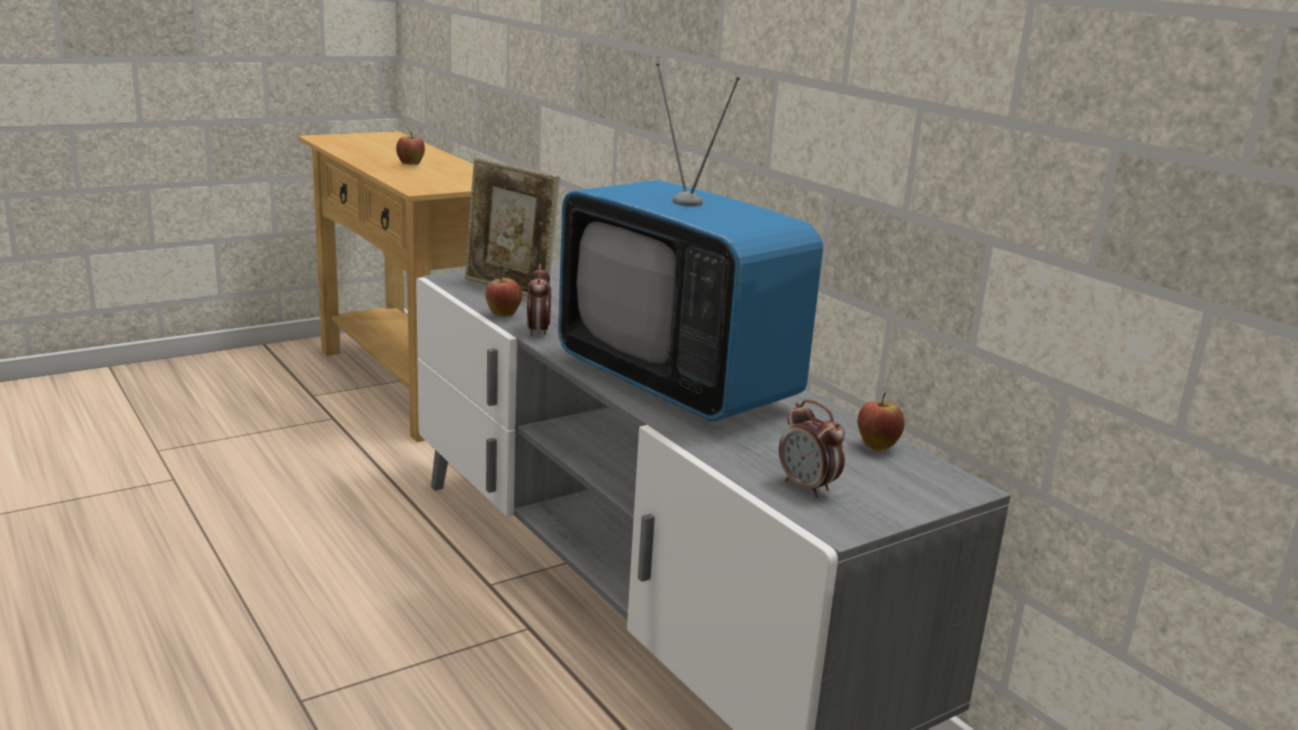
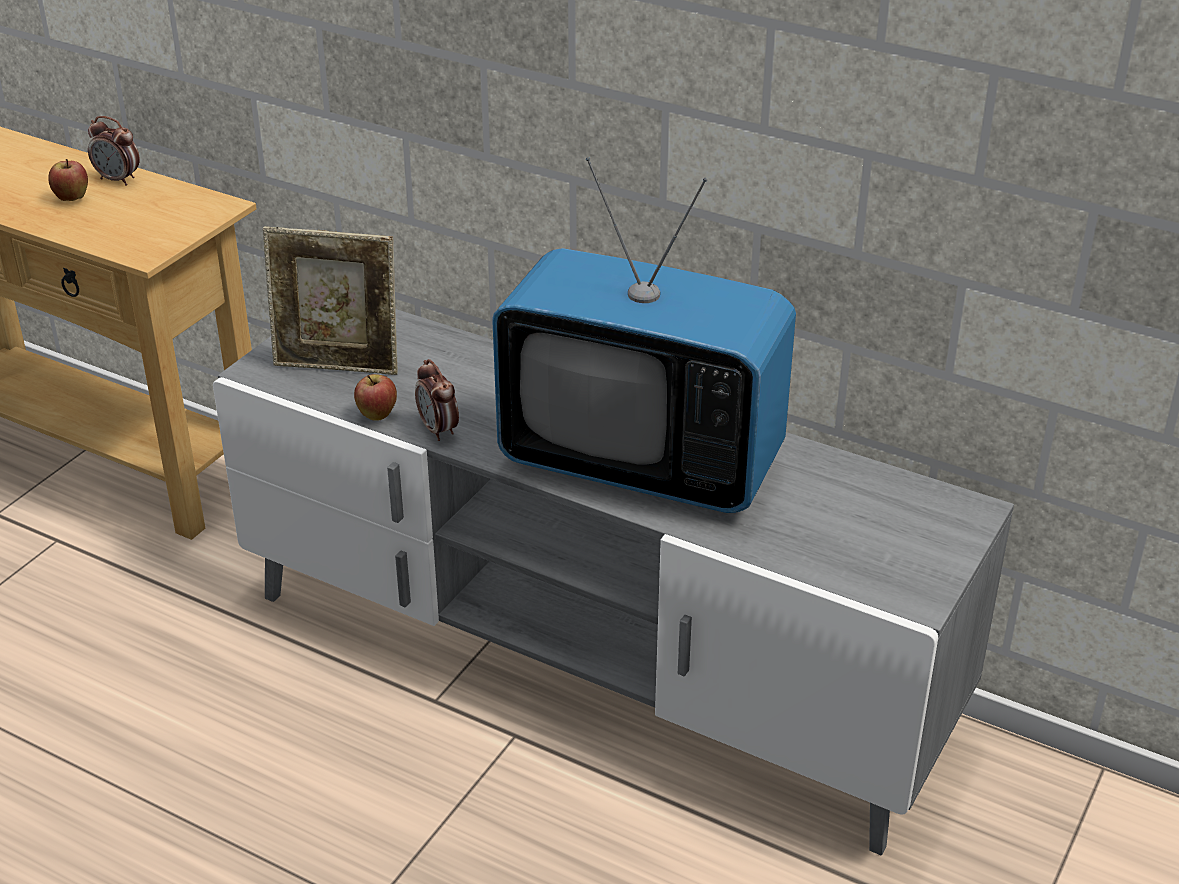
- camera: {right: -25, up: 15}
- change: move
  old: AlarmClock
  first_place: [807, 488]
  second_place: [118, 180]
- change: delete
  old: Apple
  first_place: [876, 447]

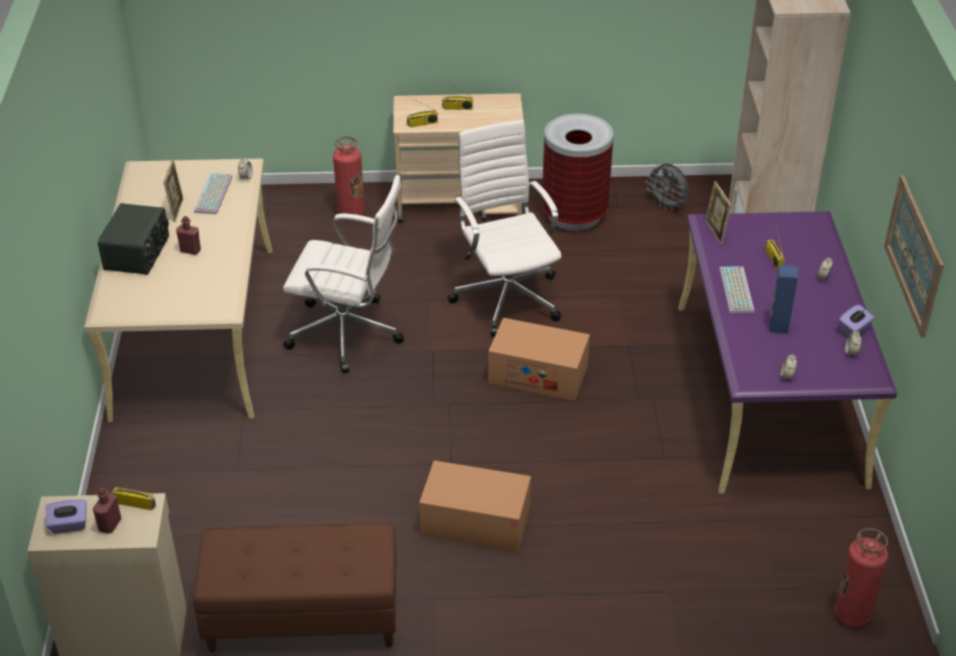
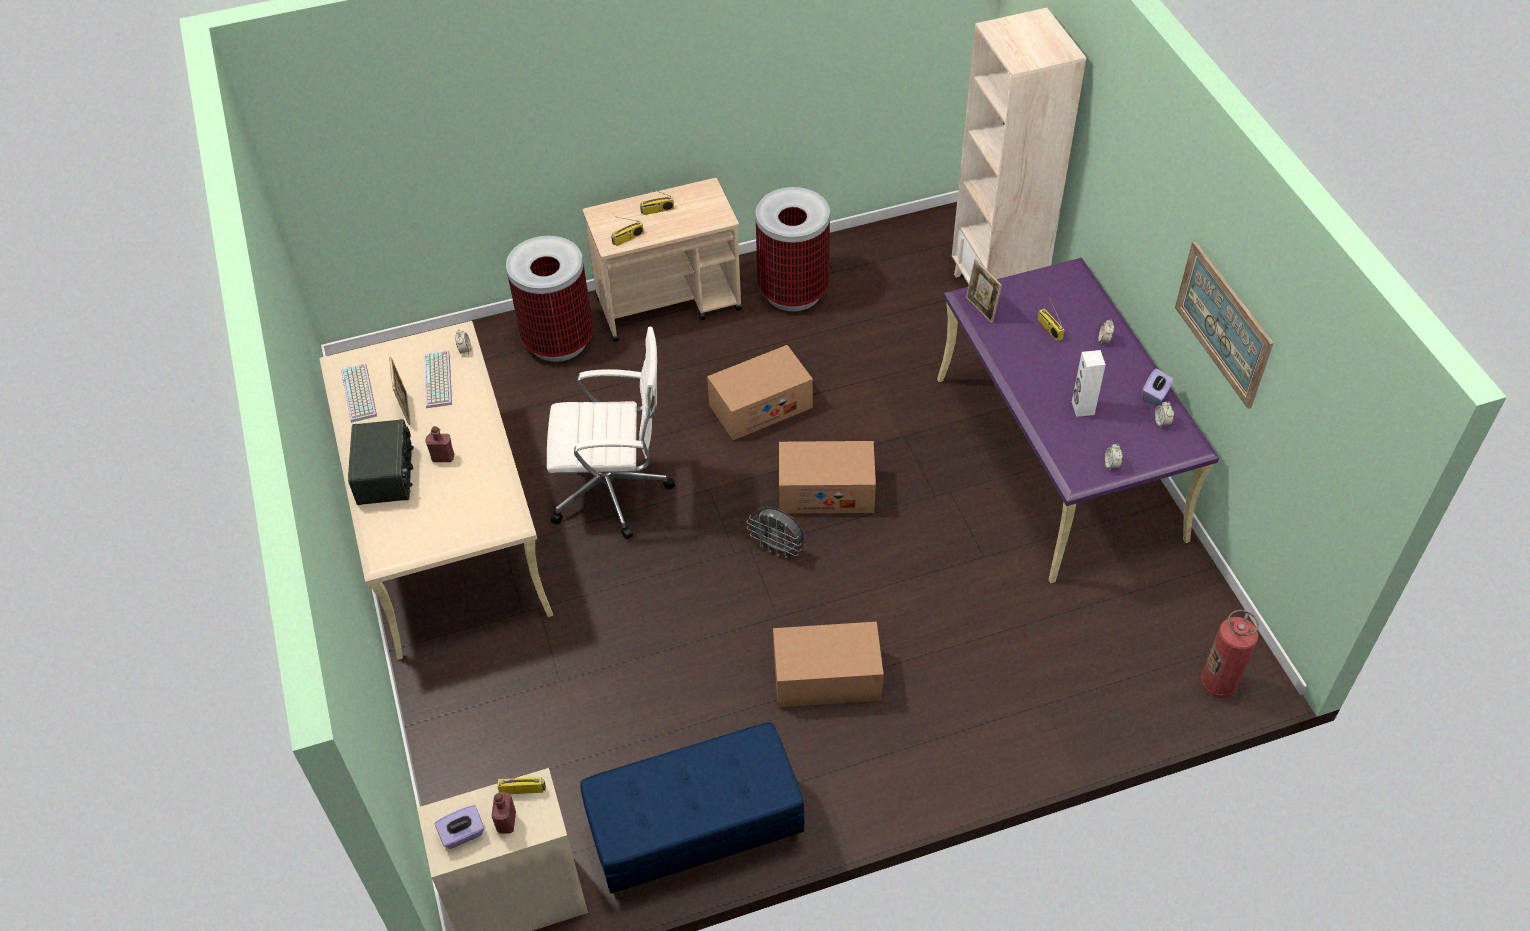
- camera: {right: -15, up: 10}
- change: recolor
  old: BrownBench
  new: BlueBench
  first_place: [301, 618]
  second_place: [695, 834]
- change: replace
  old: FireExtinguisher
  new: TrashCan
  first_place: [351, 212]
  second_place: [558, 340]
- change: replace
  old: WhiteOfficeChair
  new: CardboardBox
  first_place: [507, 296]
  second_place: [760, 406]
- change: move
  old: GreyFan
  first_place: [667, 205]
  second_place: [778, 548]
- change: move
  old: Keyboard
  first_place: [738, 291]
  second_place: [360, 393]
- change: recolor
  old: BlueSpeaker
  new: WhiteSpeaker
  first_place: [778, 326]
  second_place: [1082, 408]

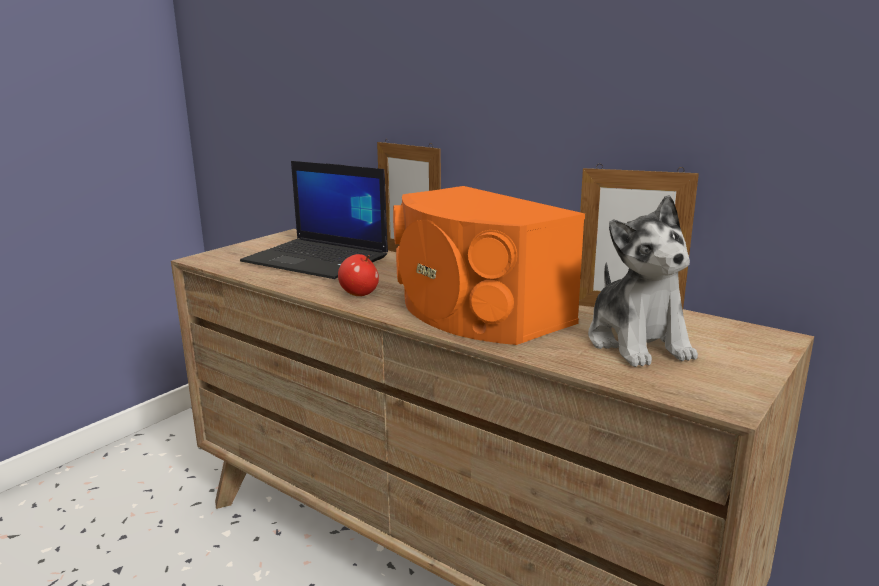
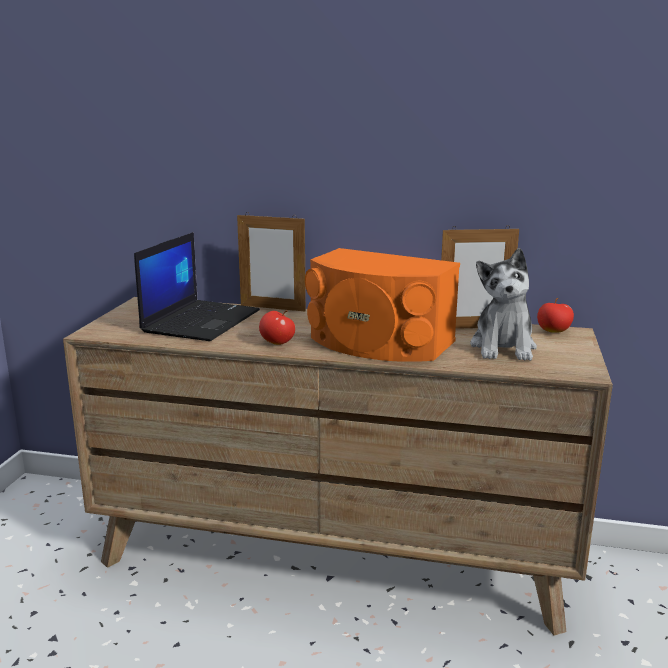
- camera: {right: -25, up: 0}
- change: rotate
  old: Laptop
  first_place: [318, 259]
  second_place: [201, 321]
  degrees: -75
- change: rotate
  old: PlushToy
  first_place: [638, 342]
  second_place: [503, 347]
  degrees: 45
- change: insert
  new: Apple
  second_place: [553, 331]

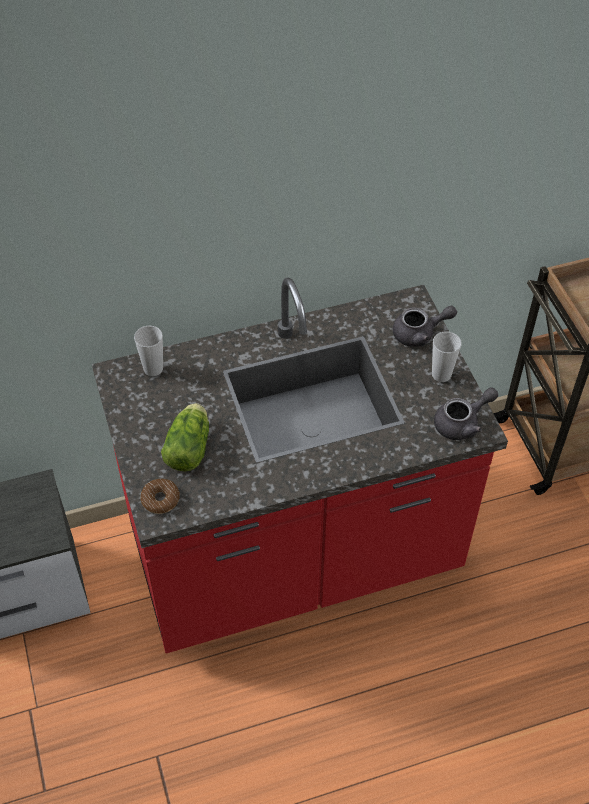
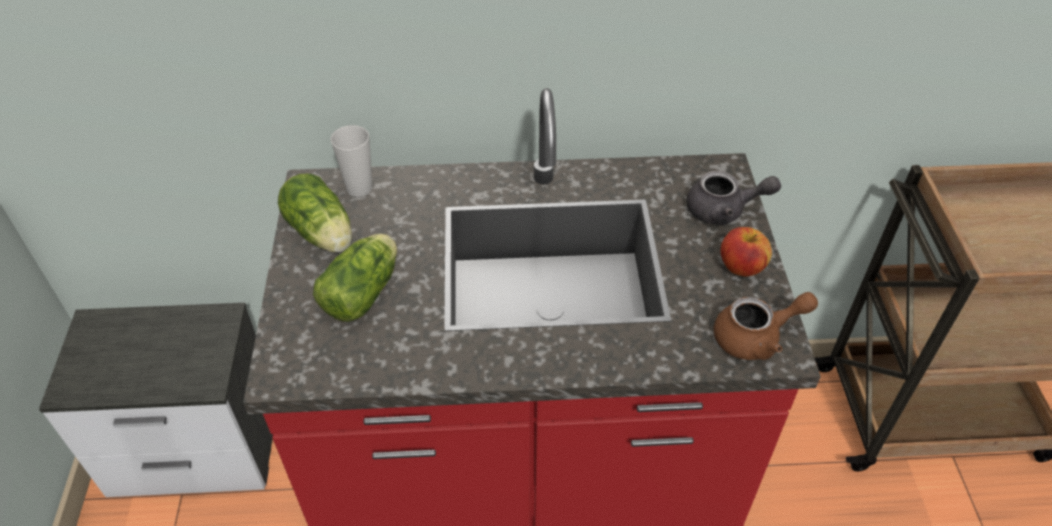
- camera: {right: 15, up: -5}
- change: delete
  old: Donut
  first_place: [160, 499]
- change: replace
  old: Cup
  new: Apple
  first_place: [441, 374]
  second_place: [741, 267]
- change: recolor
  old: GreyTeapot
  new: BrownTeapot
  first_place: [462, 423]
  second_place: [756, 338]
- change: insert
  new: Lettuce
  second_place: [323, 234]

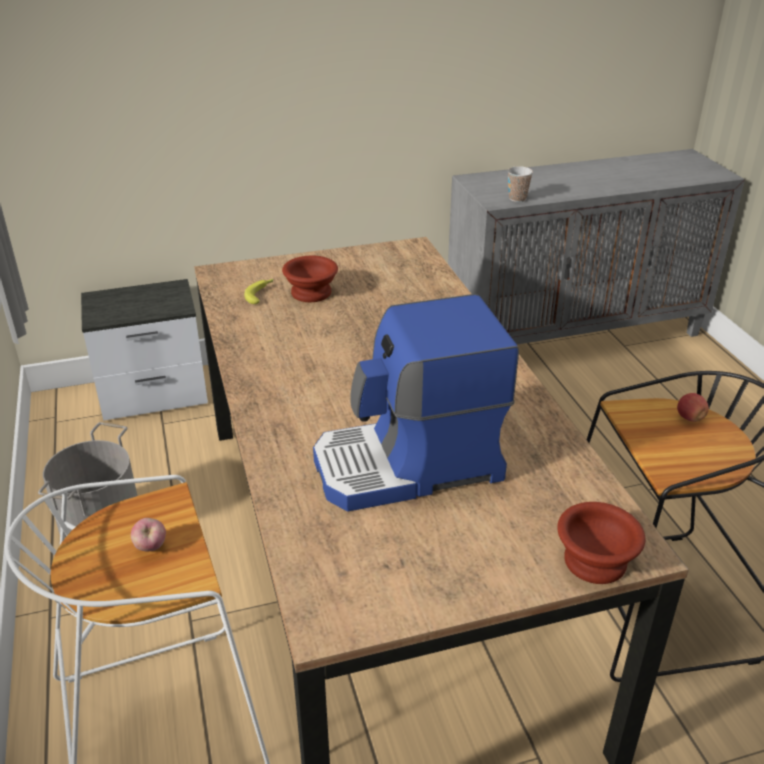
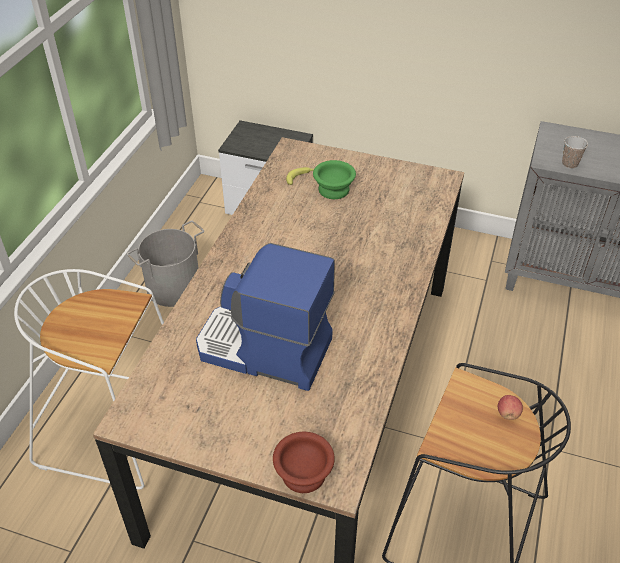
- camera: {right: 35, up: 10}
- change: delete
  old: Apple
  first_place: [151, 547]
- change: recolor
  old: BrownBowl
  new: GreenBowl
  first_place: [311, 293]
  second_place: [333, 190]

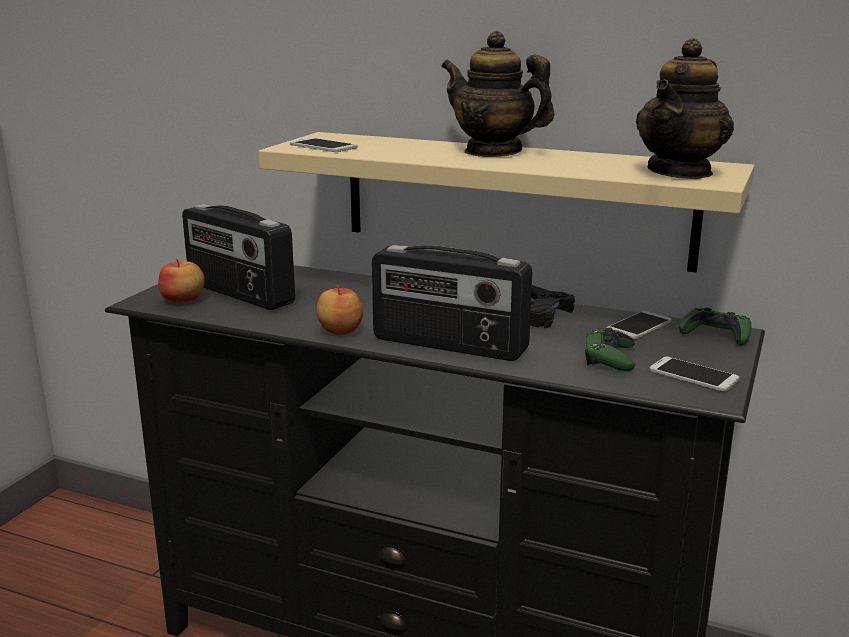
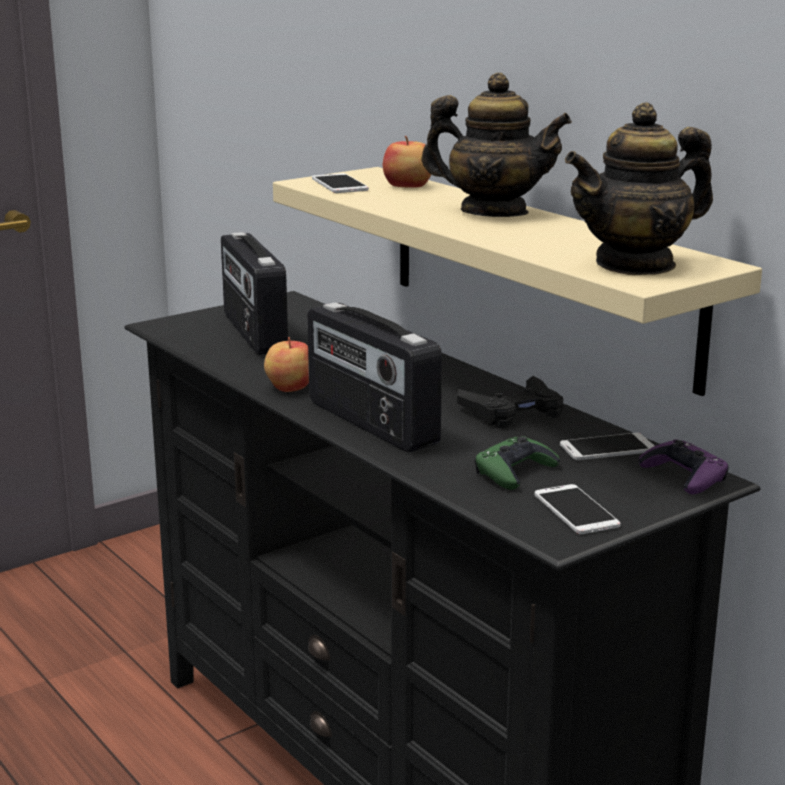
- camera: {right: 30, up: 0}
- change: move
  old: Apple
  first_place: [183, 300]
  second_place: [408, 186]
- change: rotate
  old: Teapot
  first_place: [493, 152]
  second_place: [493, 212]
  degrees: 135
- change: recolor
  old: GreenGameController
  new: PurpleGameController
  first_place: [716, 334]
  second_place: [684, 476]

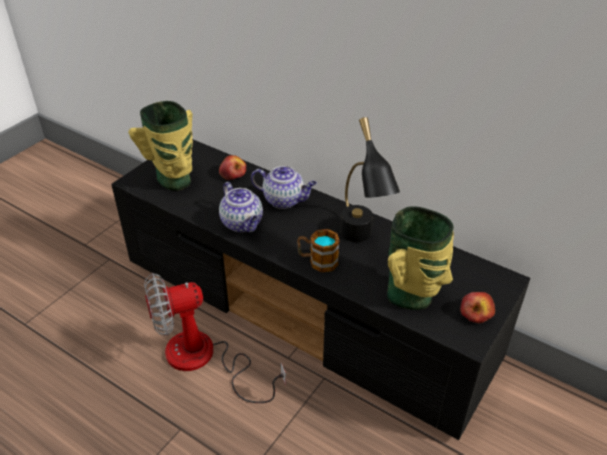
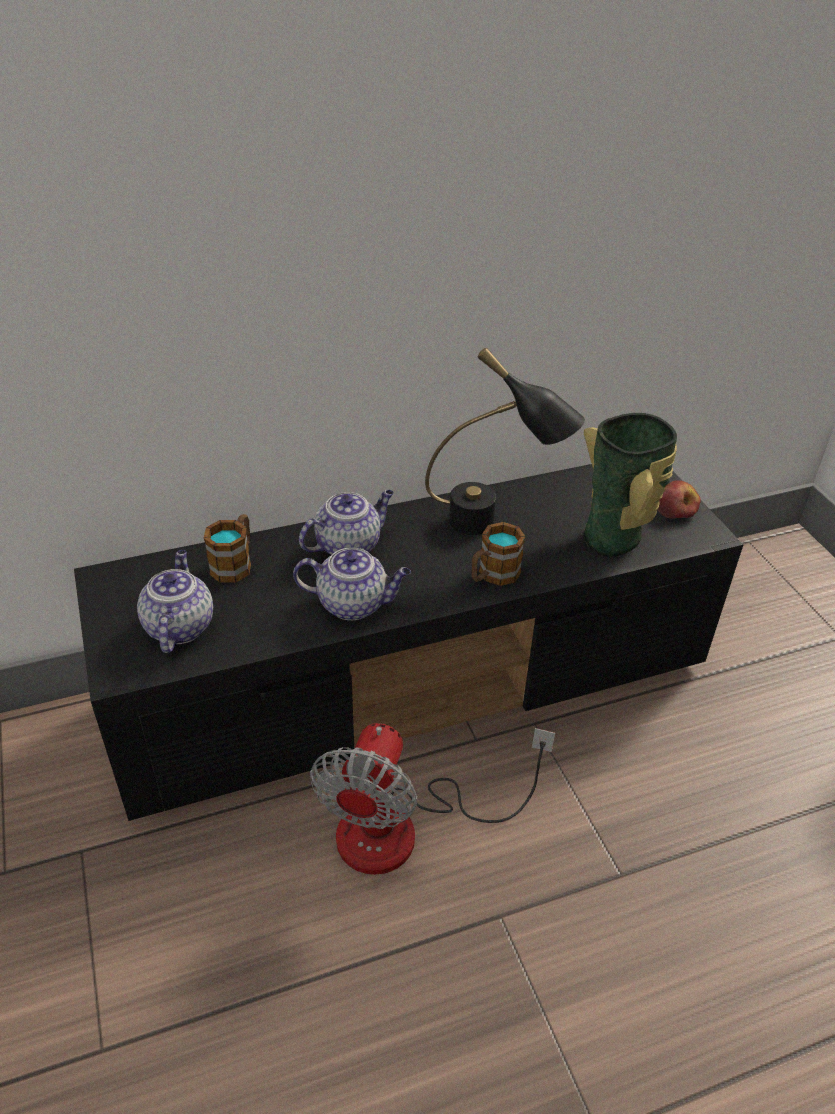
- camera: {right: -55, up: 0}
- change: replace
  old: Vase
  new: Teapot
  first_place: [175, 181]
  second_place: [179, 626]
- change: replace
  old: Apple
  new: Mug
  first_place: [233, 173]
  second_place: [235, 563]

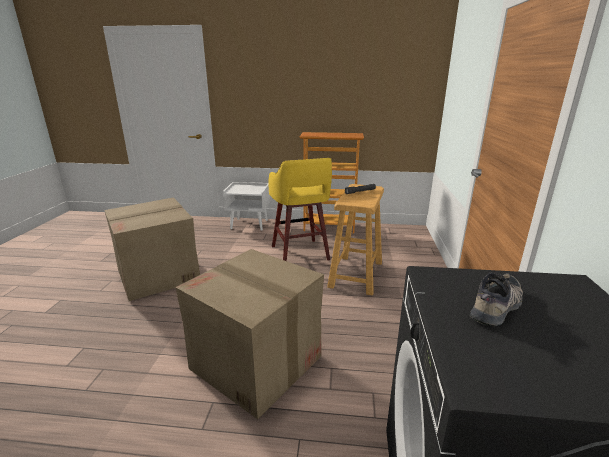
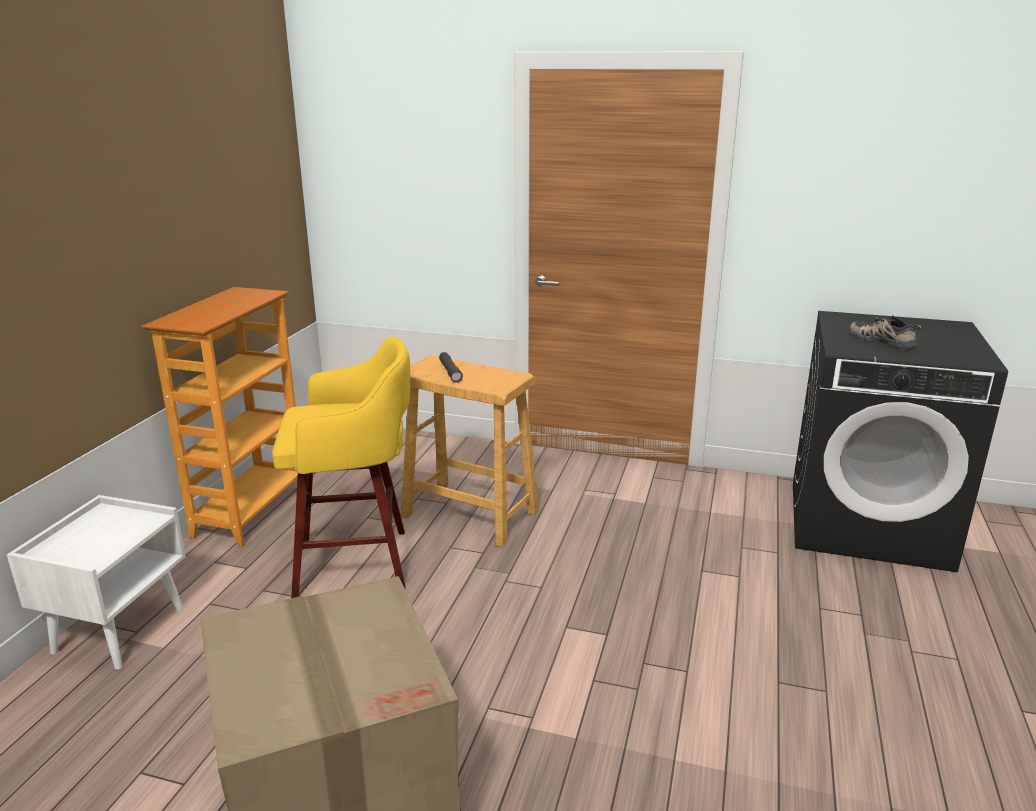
- camera: {right: -80, up: 0}
- change: delete
  old: CardboardBox
  first_place: [257, 362]

